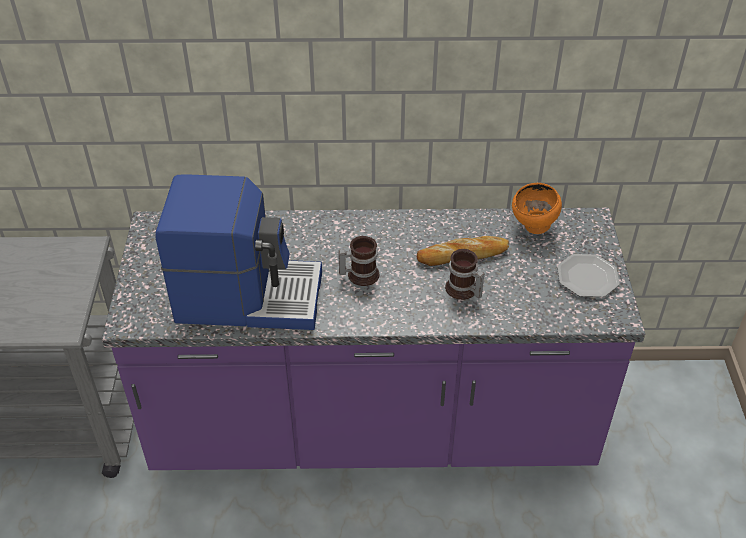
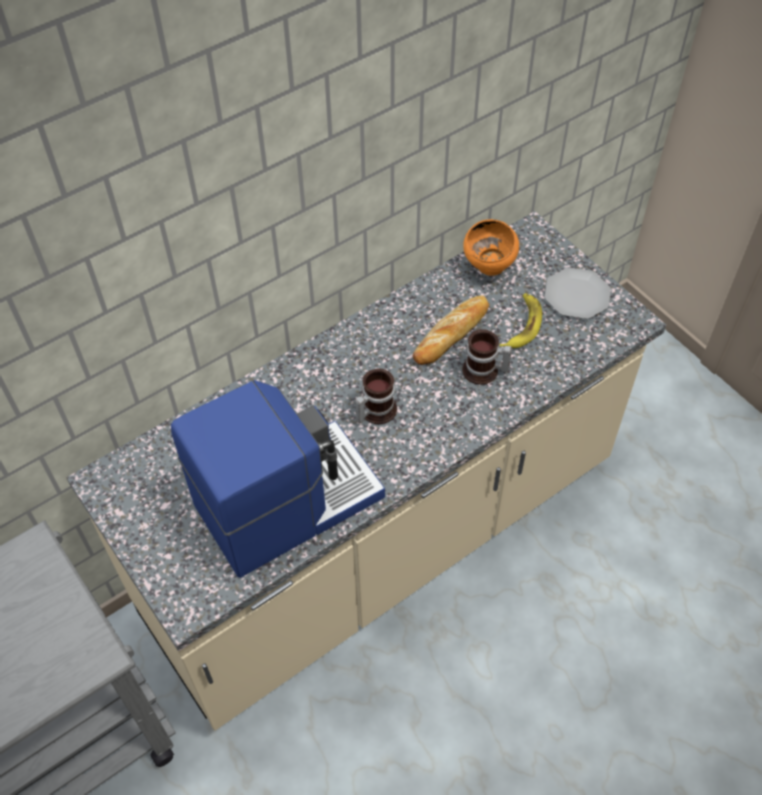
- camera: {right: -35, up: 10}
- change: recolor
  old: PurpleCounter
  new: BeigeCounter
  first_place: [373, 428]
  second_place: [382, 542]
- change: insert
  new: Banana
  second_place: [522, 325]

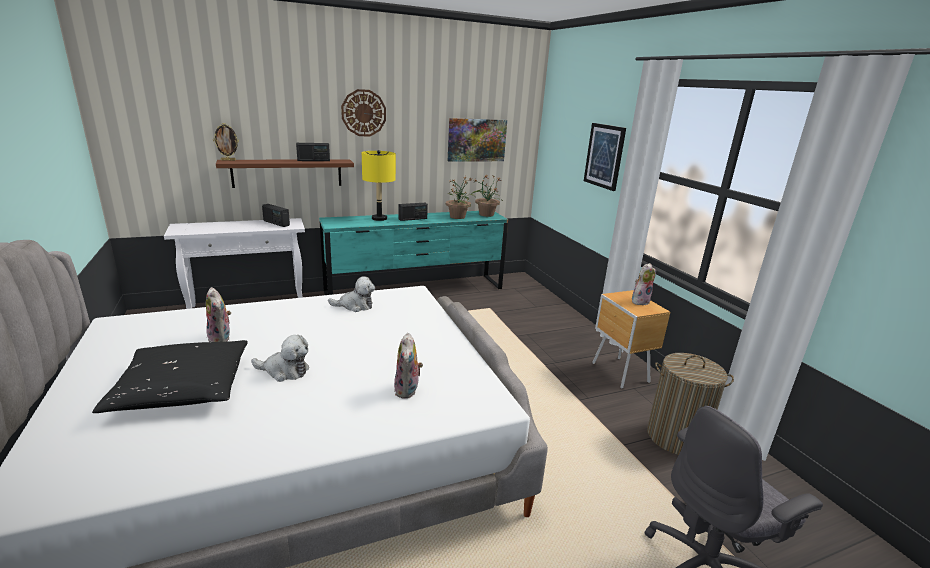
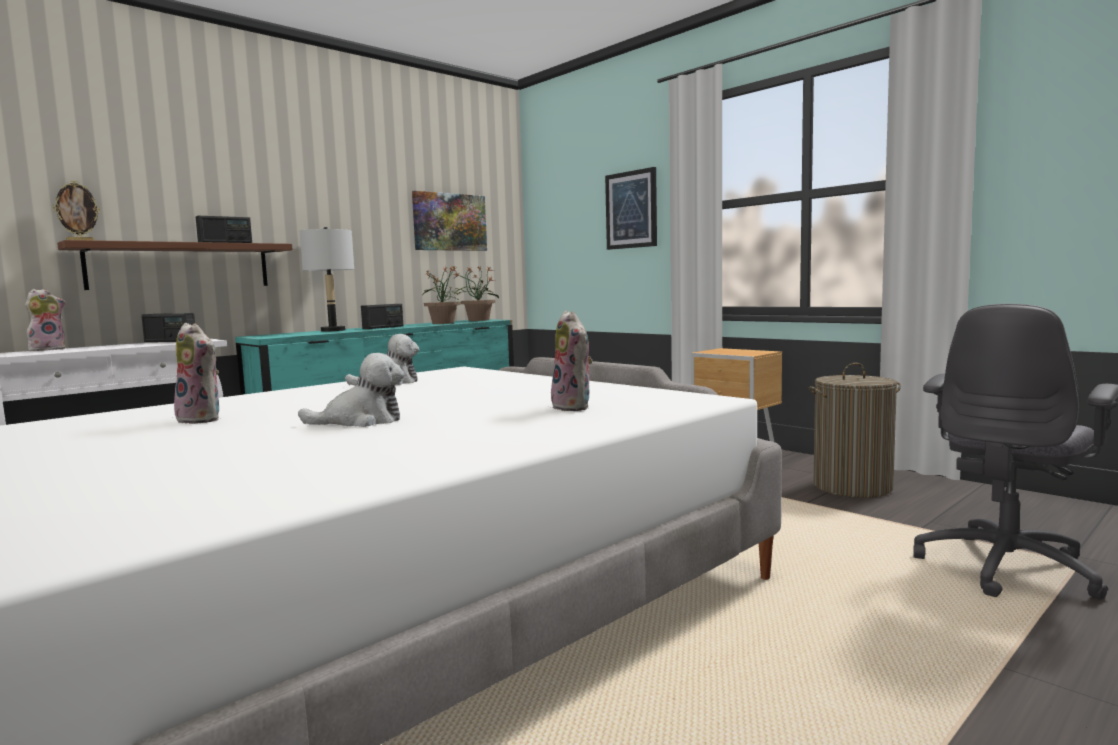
- camera: {right: -20, up: -15}
- change: delete
  old: BlackPillow
  first_place: [182, 389]
- change: delete
  old: WallClock
  first_place: [363, 113]
- change: recolor
  old: YellowTableLamp
  new: GreyTableLamp
  first_place: [379, 218]
  second_place: [333, 330]
- change: move
  old: PlushToy
  first_place: [640, 301]
  second_place: [48, 349]

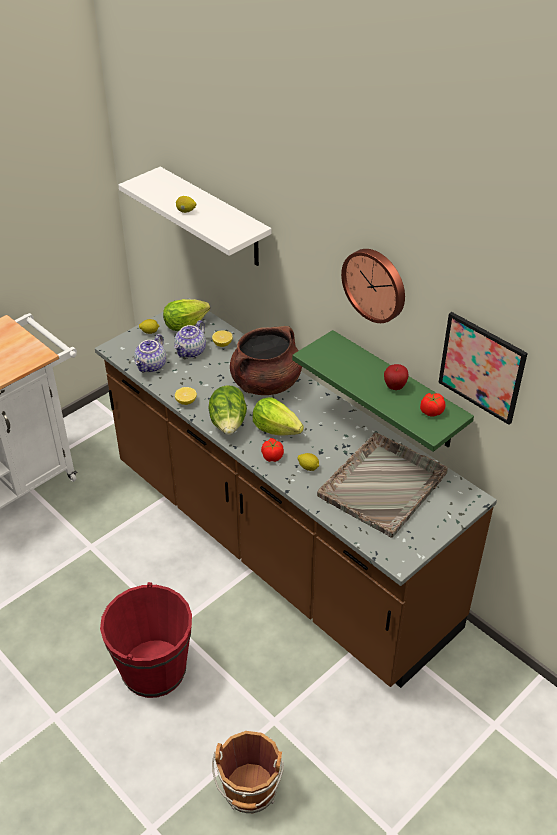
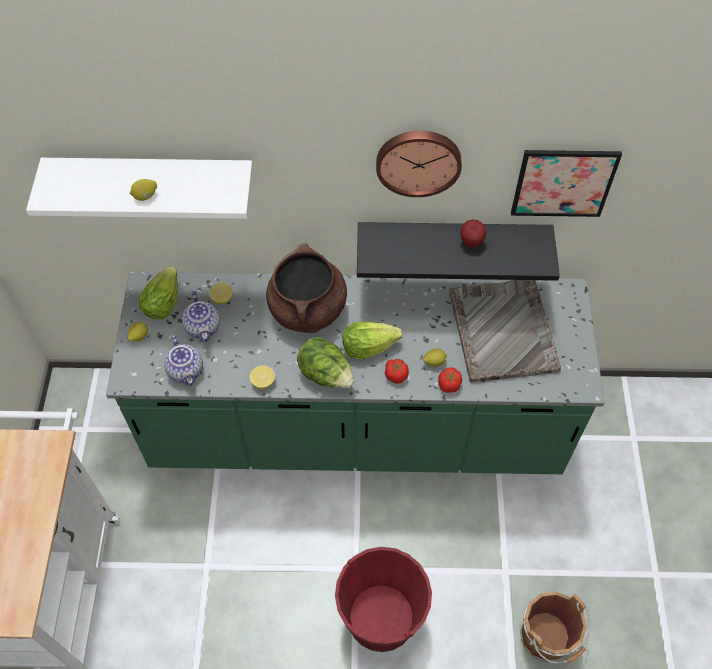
- camera: {right: -45, up: 15}
- change: recolor
  old: BrownCounter
  new: GreenCounter
  first_place: [278, 546]
  second_place: [356, 431]
- change: recolor
  old: GreenShelf
  new: BlackShelf
  first_place: [397, 391]
  second_place: [452, 241]
- change: move
  old: Tomato
  first_place: [431, 411]
  second_place: [449, 385]

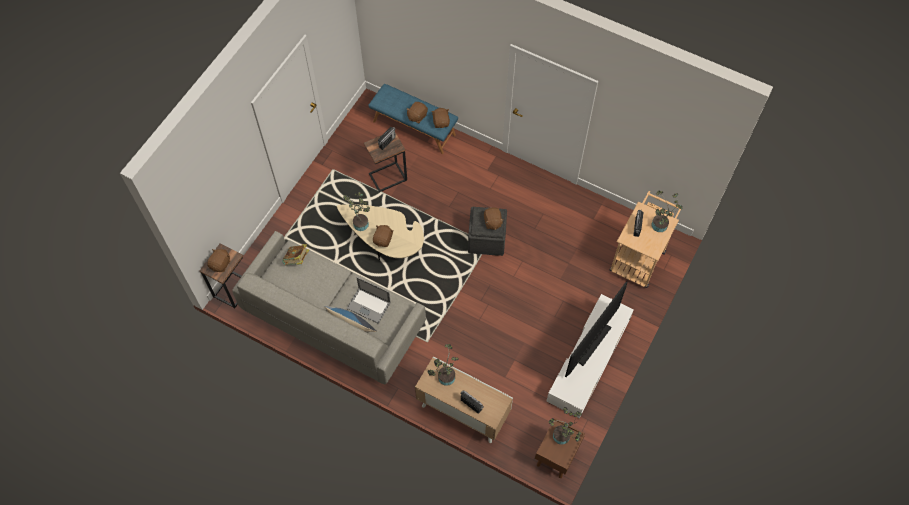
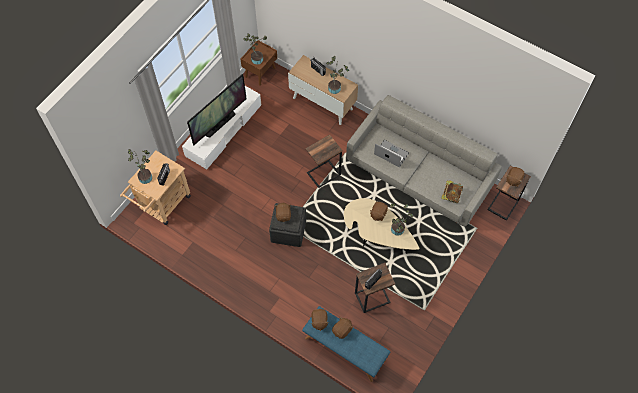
- camera: {right: -175, up: 0}
- change: delete
  old: Pillow
  first_place: [351, 324]
- change: insert
  new: SideTable
  second_place: [324, 174]

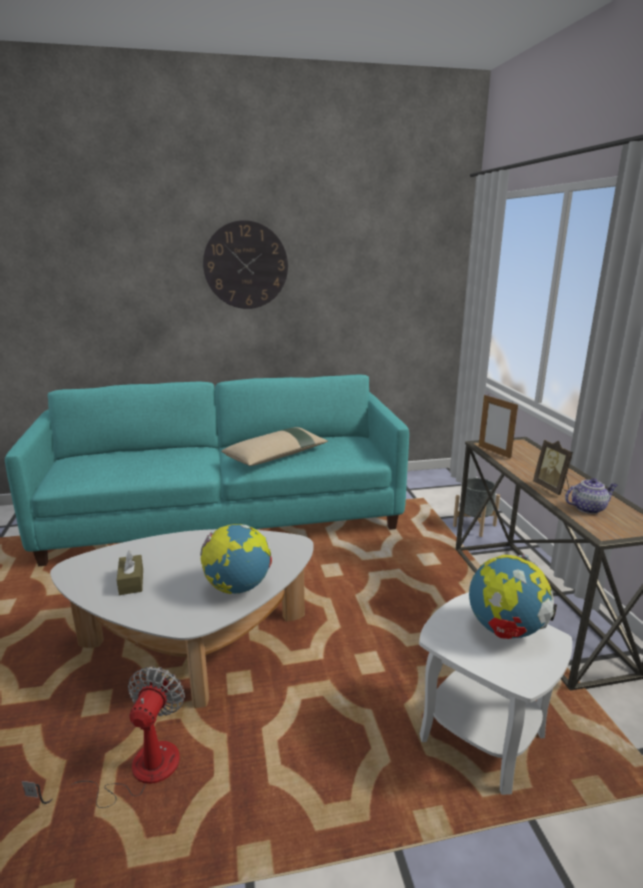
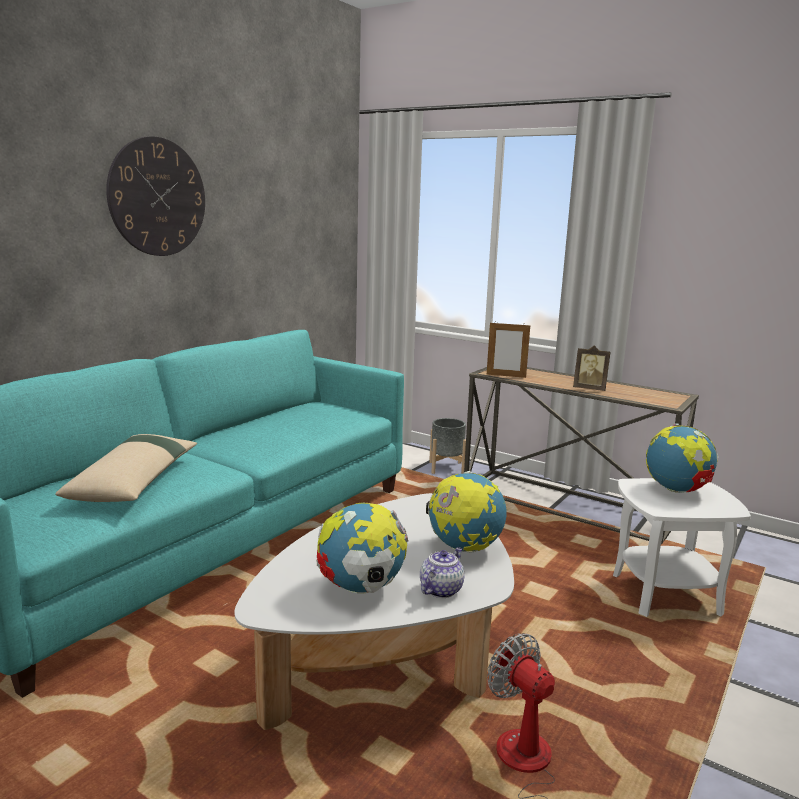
- camera: {right: -45, up: -5}
- change: replace
  old: BrownTissueBox
  new: Globe
  first_place: [131, 581]
  second_place: [361, 588]
- change: move
  old: BeigePillow
  first_place: [276, 456]
  second_place: [135, 481]
- change: move
  old: Teapot
  first_place: [588, 508]
  second_place: [441, 589]

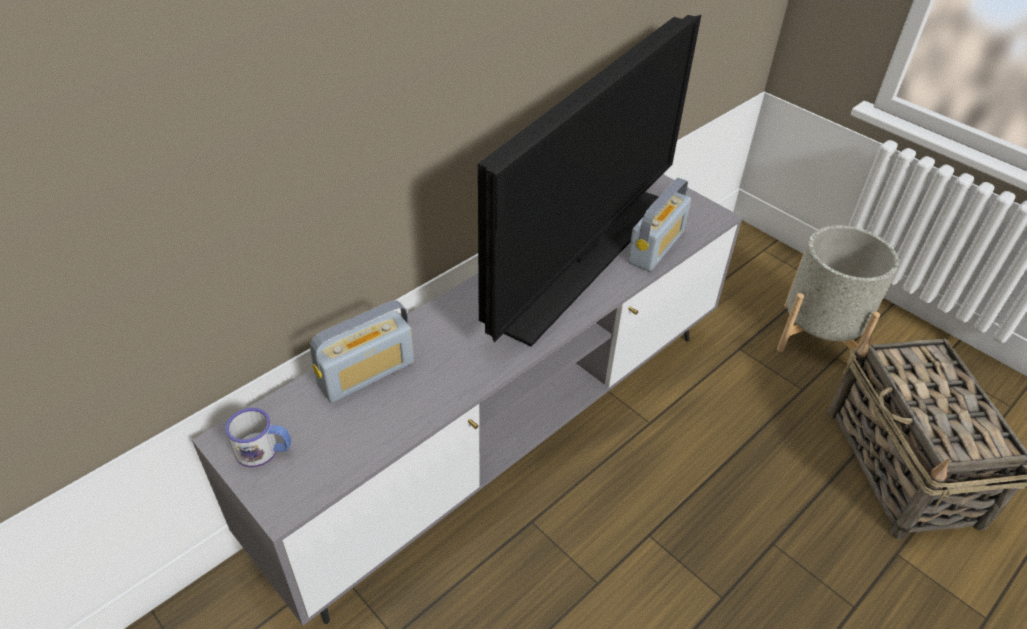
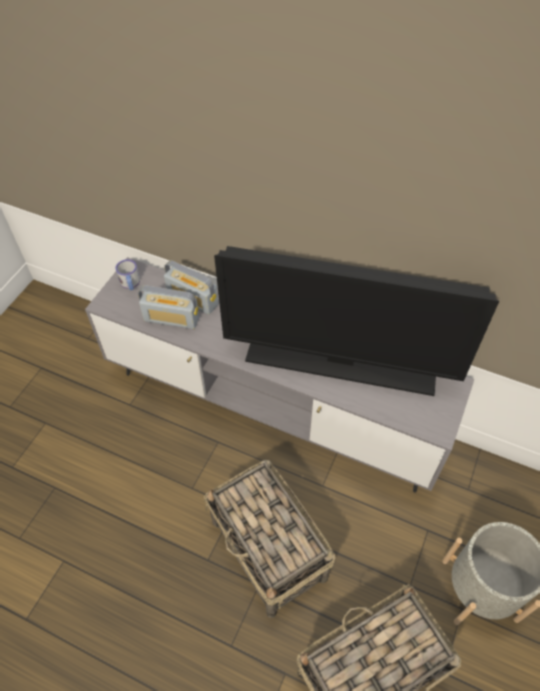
- camera: {right: 70, up: 10}
- change: move
  old: Radio
  first_place: [656, 247]
  second_place: [171, 319]
- change: insert
  new: Basket
  second_place: [269, 551]

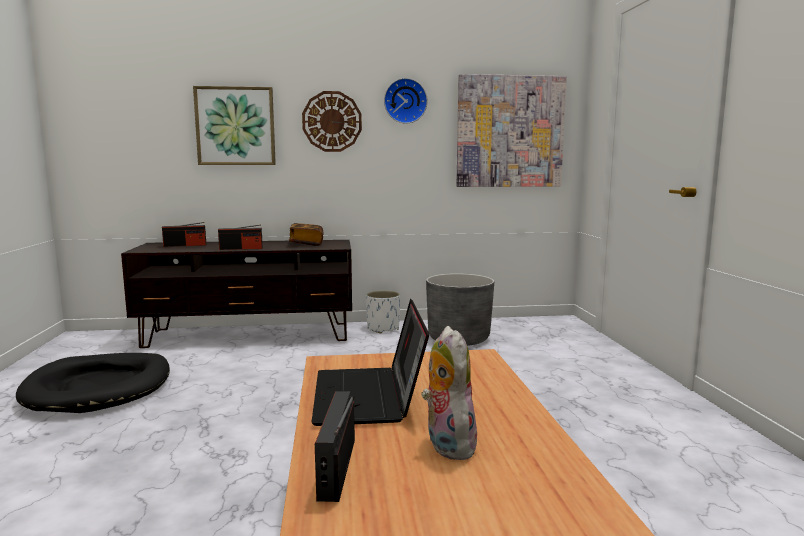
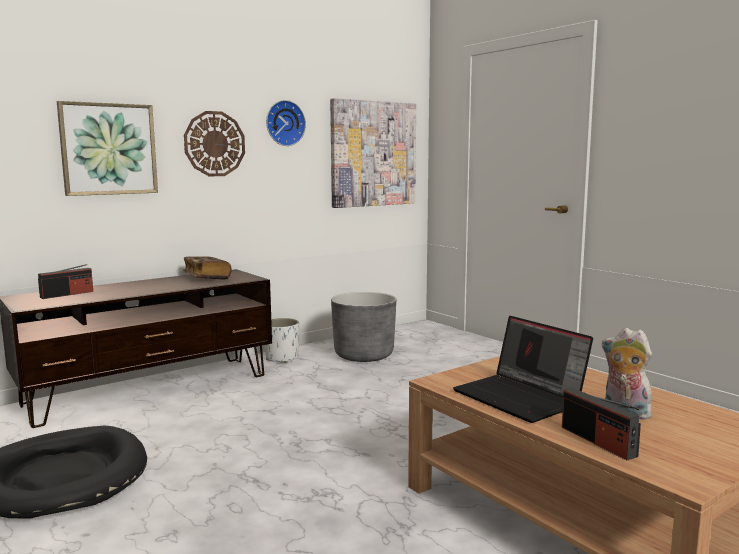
- camera: {right: -30, up: 0}
- change: delete
  old: Radio
  first_place: [241, 248]

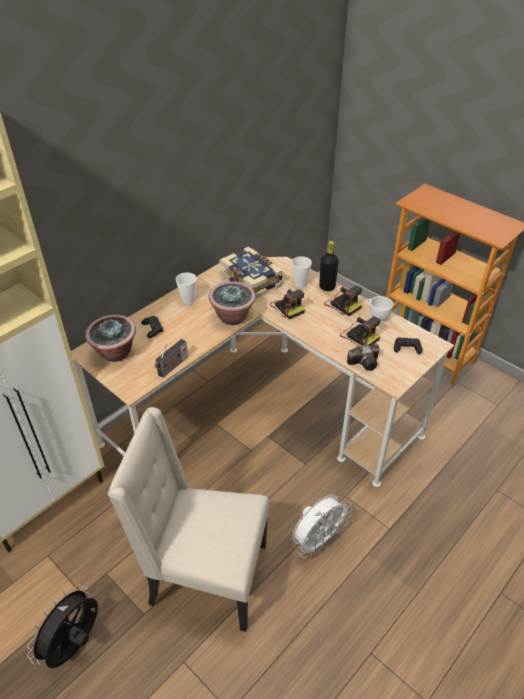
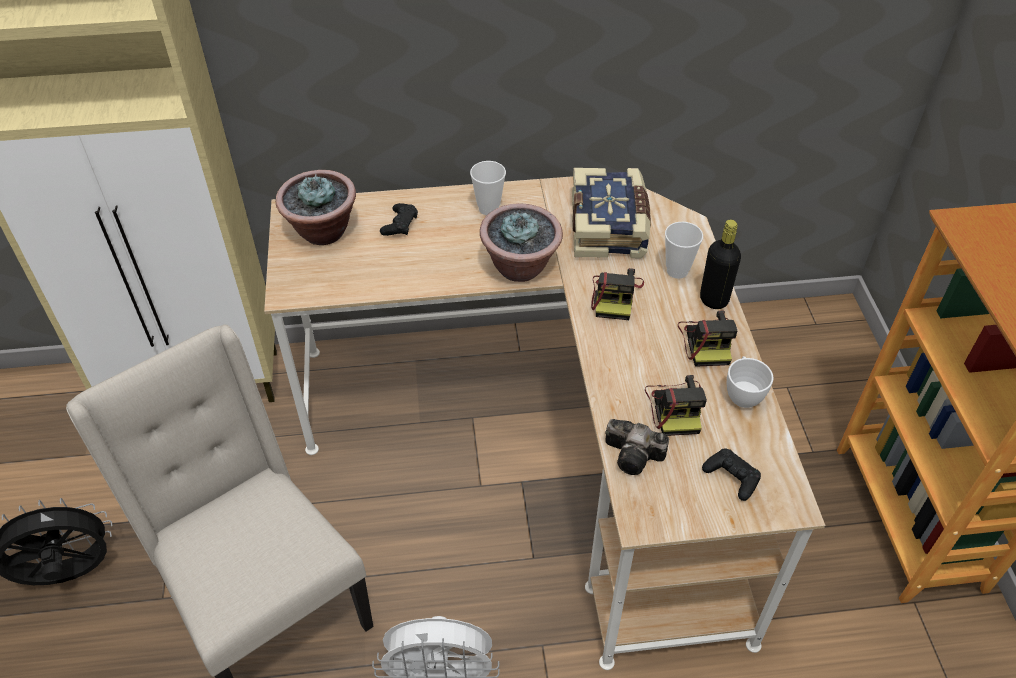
- camera: {right: 40, up: 5}
- change: delete
  old: Radio
  first_place: [172, 367]

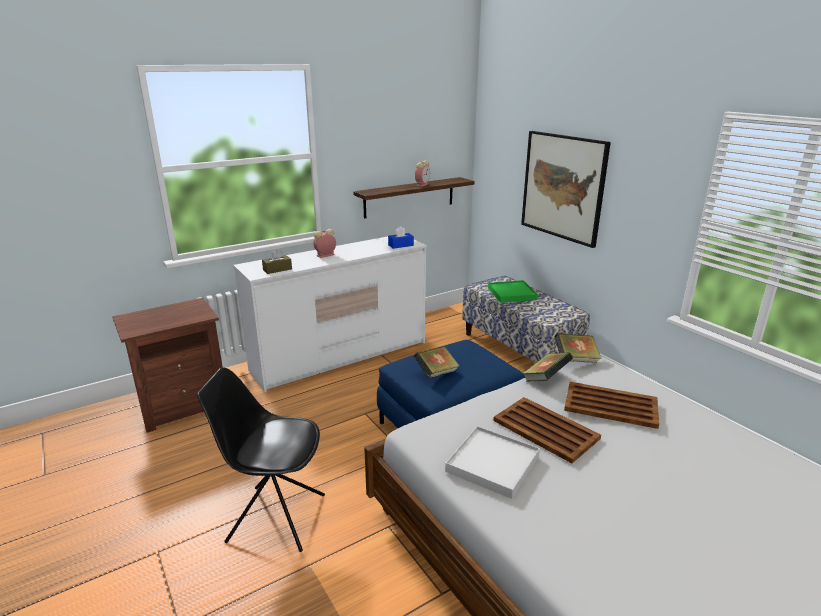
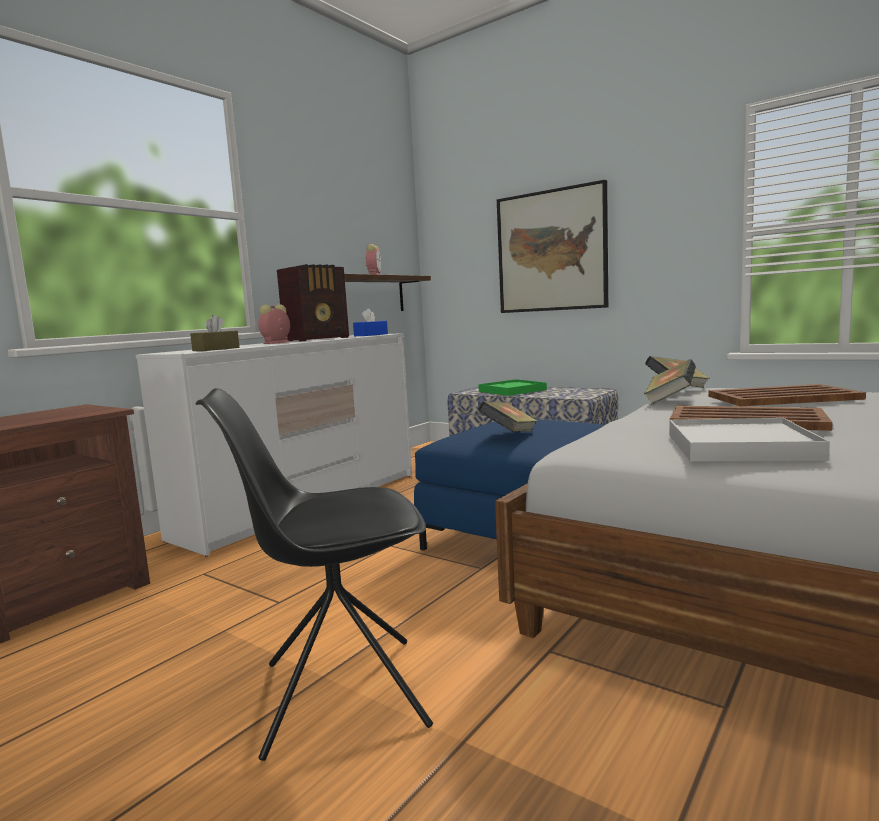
- camera: {right: -20, up: -15}
- change: insert
  new: Radio
  second_place: [318, 339]

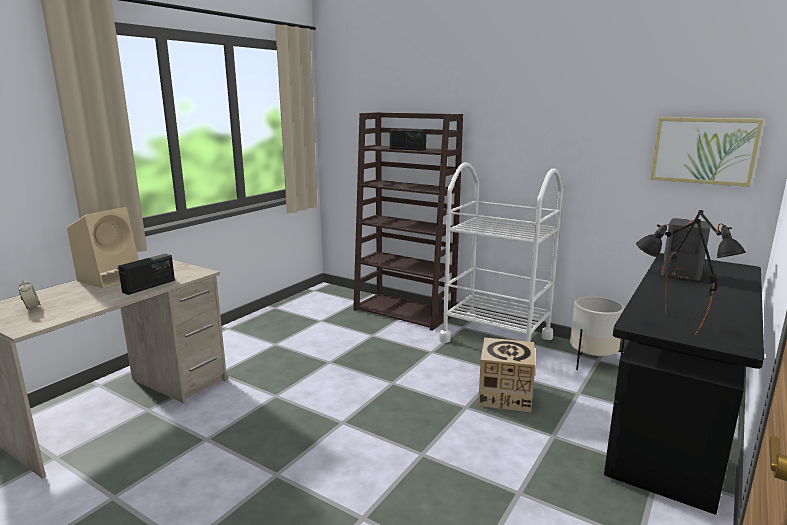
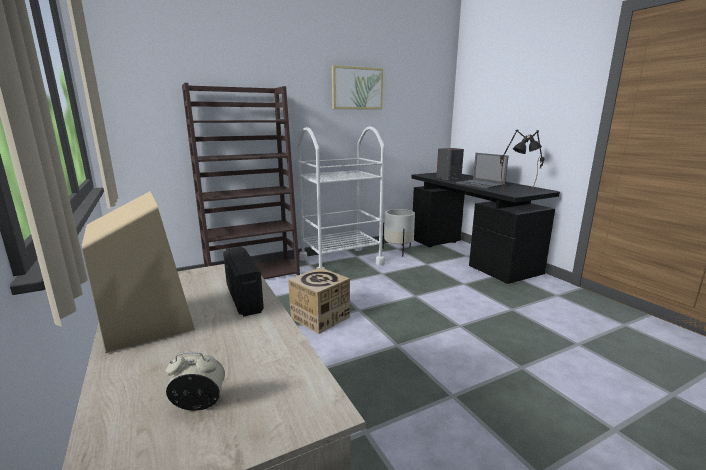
- camera: {right: -60, up: 0}
- change: delete
  old: Radio
  first_place: [407, 149]
- change: move
  old: CardboardBox
  first_place: [505, 395]
  second_place: [320, 317]
- change: move
  old: Picture
  first_place: [703, 150]
  second_place: [357, 88]
- change: insert
  new: Laptop
  second_place: [480, 184]

